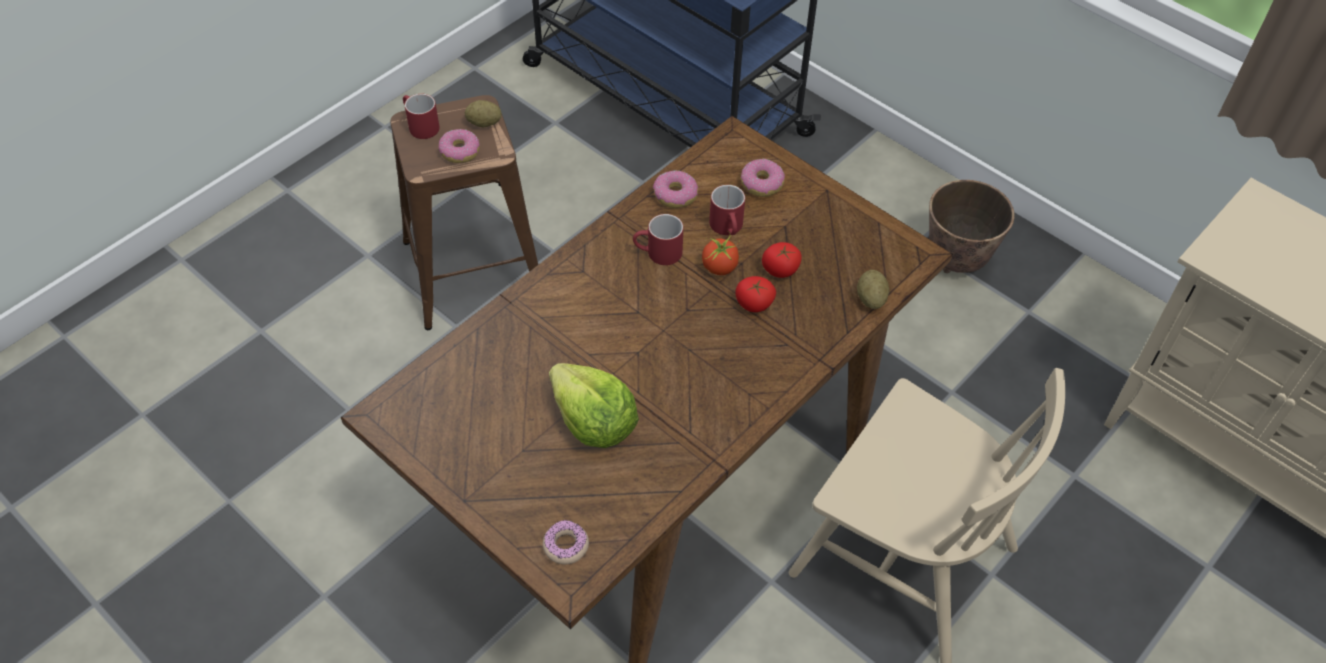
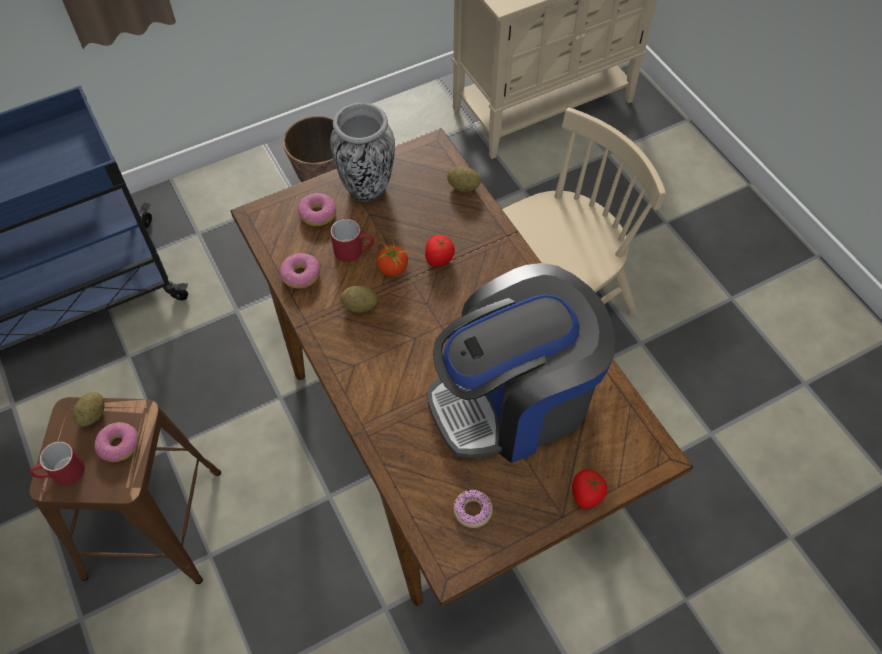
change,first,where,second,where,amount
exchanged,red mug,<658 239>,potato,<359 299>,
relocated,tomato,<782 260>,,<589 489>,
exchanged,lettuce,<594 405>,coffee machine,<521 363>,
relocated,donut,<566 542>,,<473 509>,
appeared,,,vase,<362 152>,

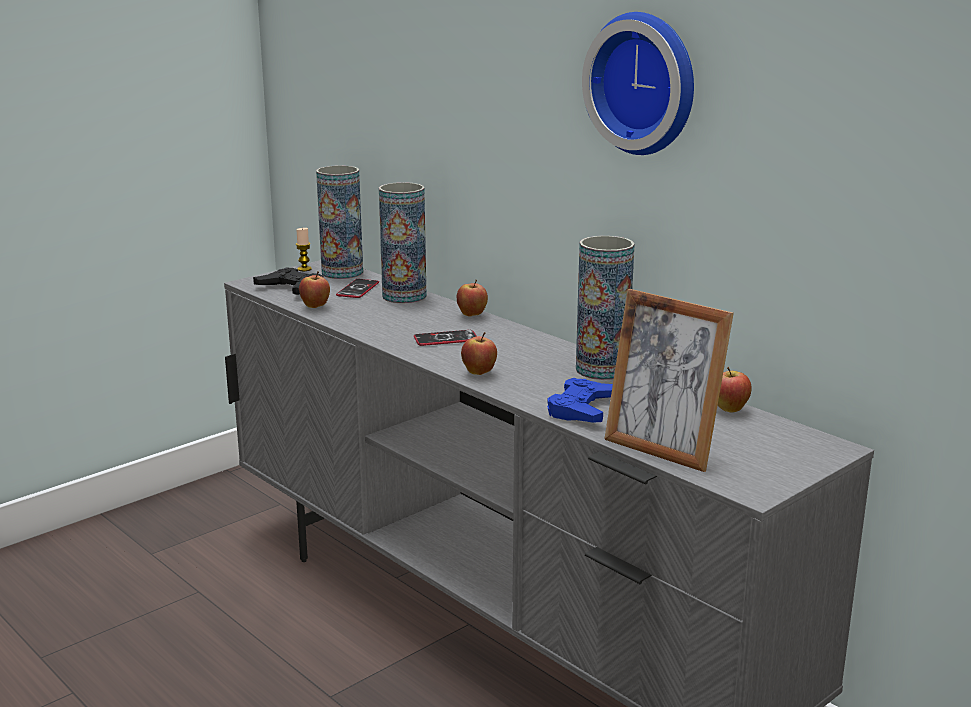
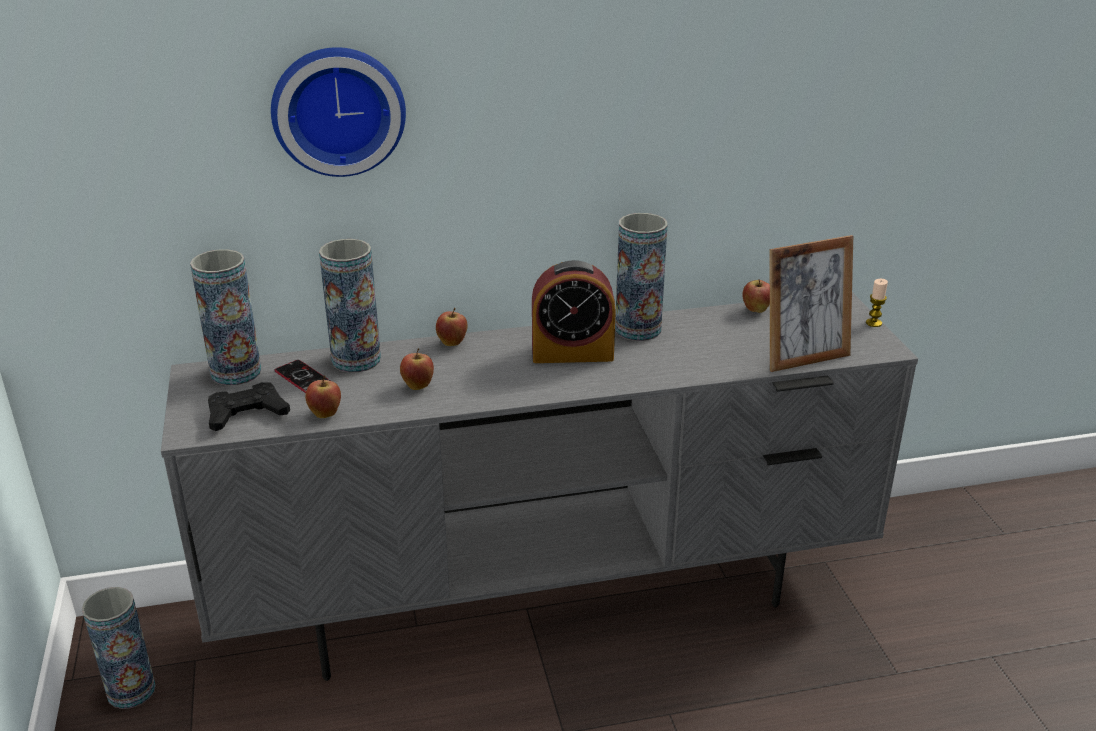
change,first,where,second,where,amount
relocated,wall clock,<638 83>,,<338 112>,
relocated,candle,<304 249>,,<877 303>,
missing,phone,<445 338>,,,
relocated,apple,<479 353>,,<417 369>,
missing,blue game controller,<580 400>,,,
appeared,,,alarm clock,<574 311>,
appeared,,,vase,<119 648>,

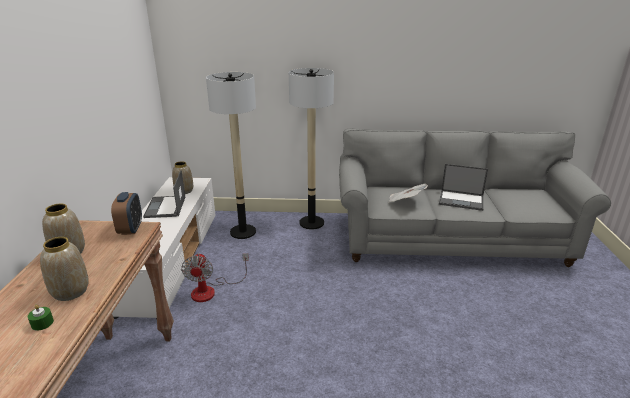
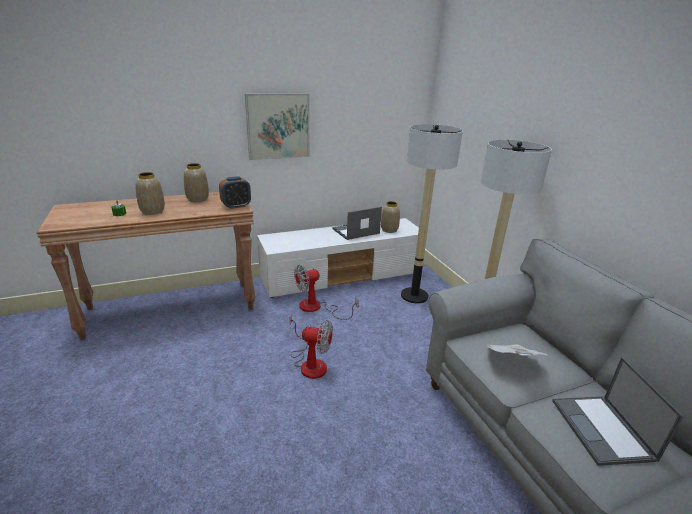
change,first,where,second,where,amount
appeared,,,picture,<277 126>,
appeared,,,fan,<311 346>,

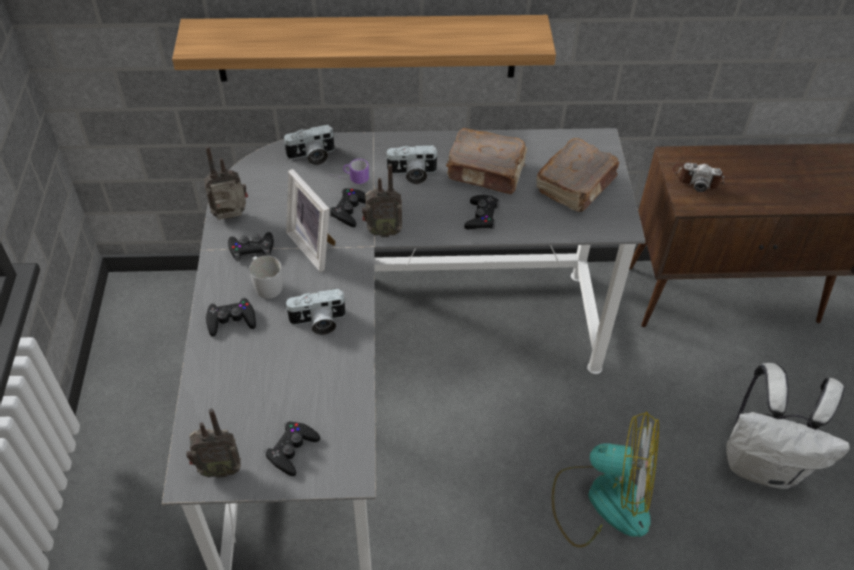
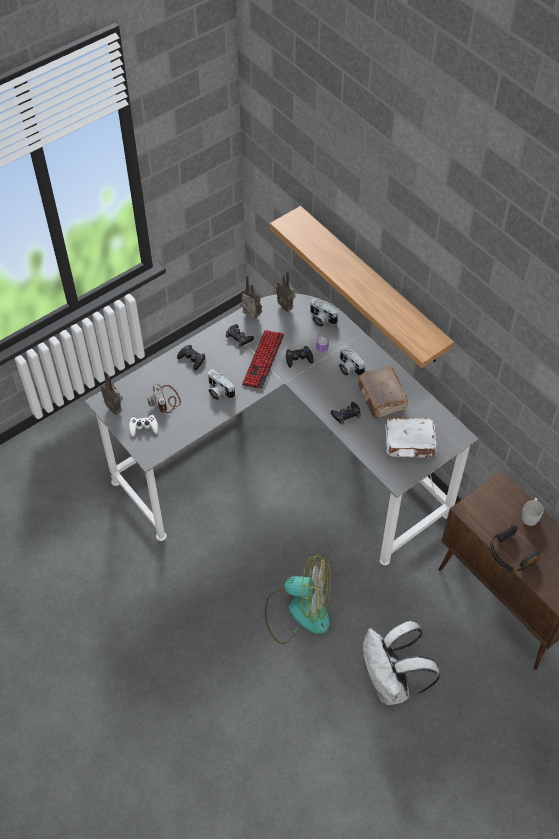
change,first,where,second,where,amount
colour,brown book,<577 175>,white book,<410 437>,
relocated,photo camera,<698 177>,,<164 398>,
relocated,radio,<382 200>,,<286 292>,
exchanged,picture frame,<311 220>,keyboard,<263 359>,
relocated,white mug,<266 277>,,<533 512>,
spun,fan,<605 479>,,<298 599>,60 degrees counterclockwise
colour,black game controller,<292 448>,white game controller,<143 425>,
appeared,,,black headphones,<515 548>,

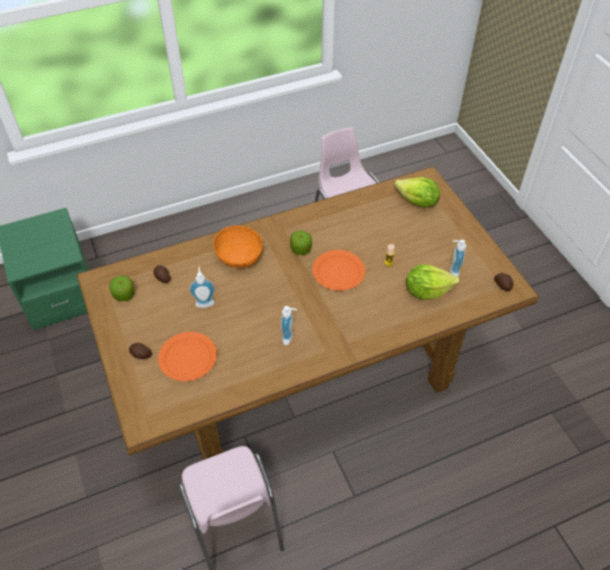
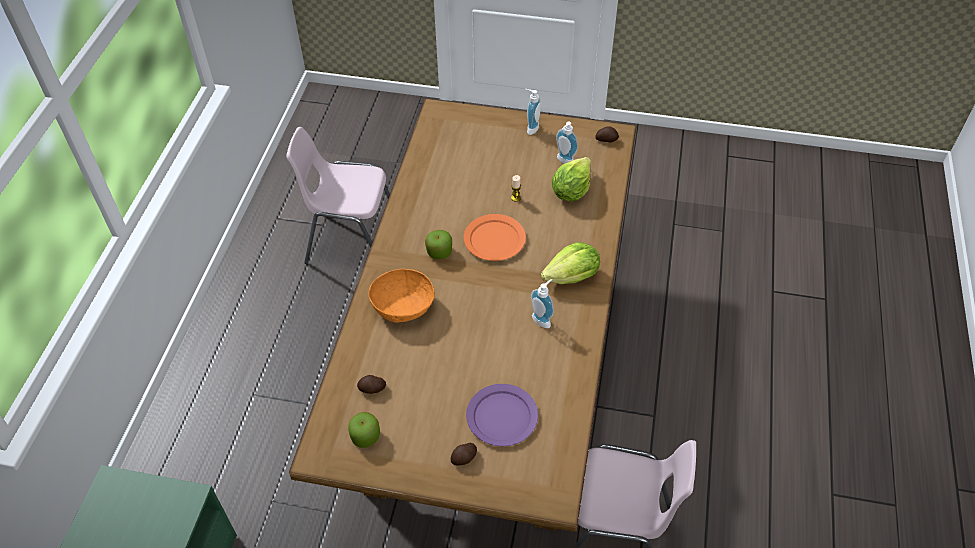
change,first,where,second,where,amount
relocated,lettuce,<417 192>,,<570 263>,
relocated,soap dispenser,<202 287>,,<533 112>,
colour,orange plate,<187 356>,purple plate,<502 415>,

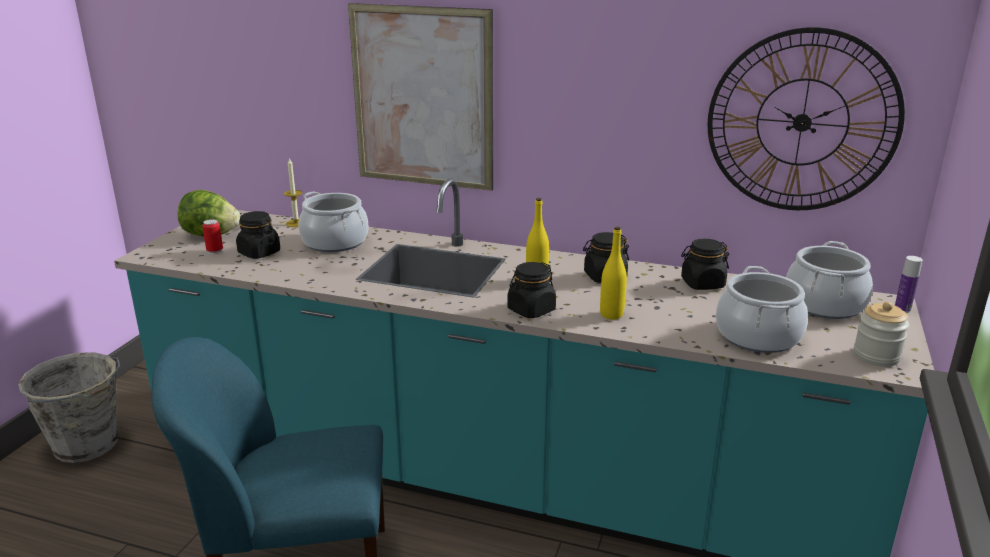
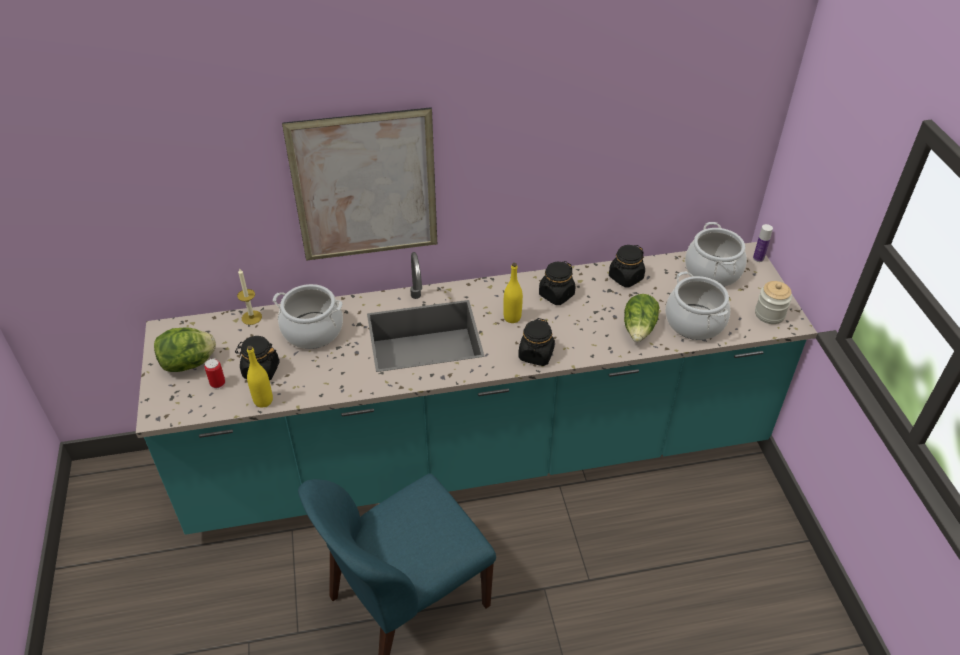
change,first,where,second,where,amount
missing,wall clock,<806 118>,,,
relocated,yellow bottle,<613 273>,,<260 377>,
missing,grey bucket,<69 407>,,,
appeared,,,lettuce,<642 318>,

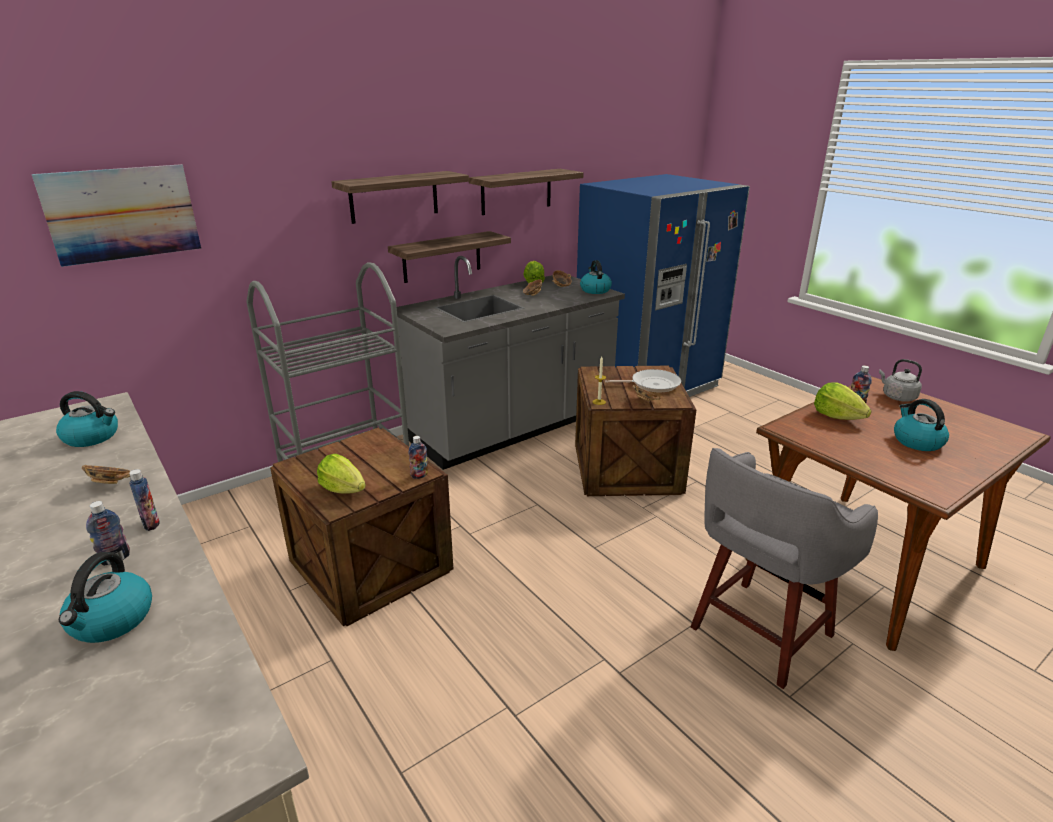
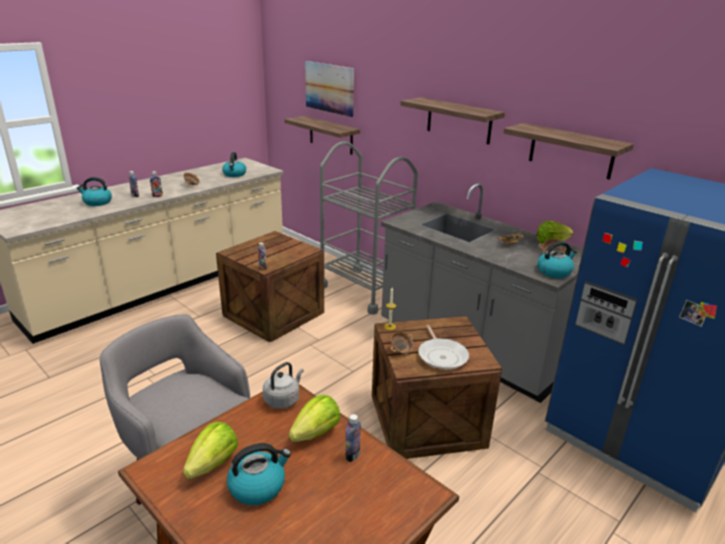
change,first,where,second,where,amount
relocated,shelf,<449 257>,,<322 135>,
relocated,grey kettle,<900 380>,,<283 385>,
relocated,lettuce,<341 474>,,<210 450>,

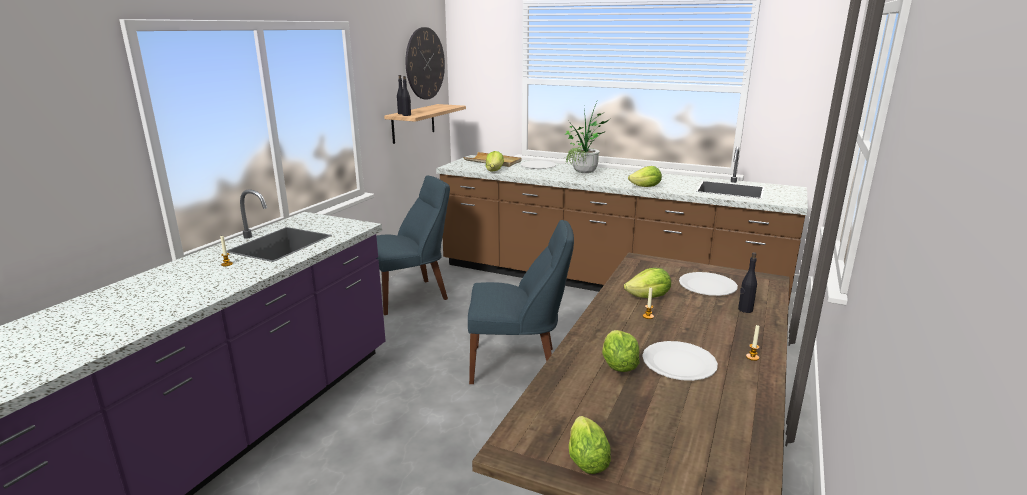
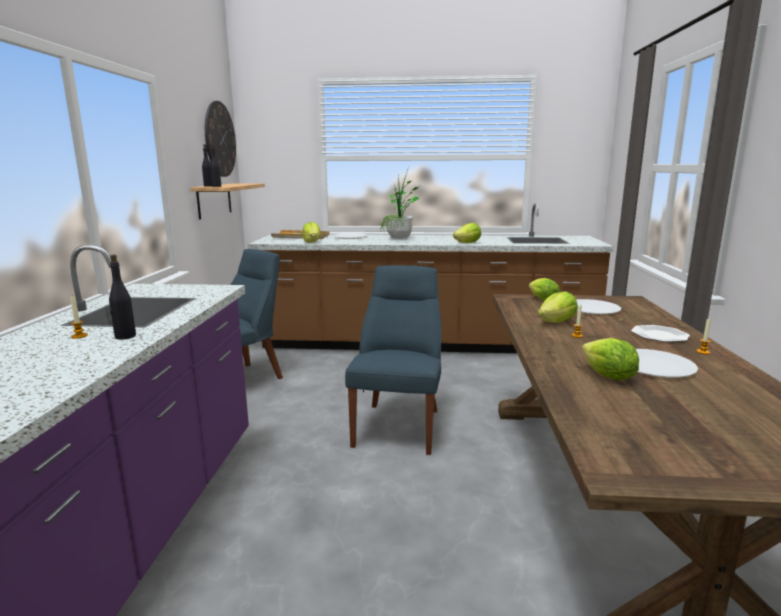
change,first,where,second,where,amount
spun,blue chair,<521 302>,,<393 360>,60 degrees counterclockwise
relocated,black bottle,<747 282>,,<122 297>,
relocated,lettuce,<590 445>,,<544 289>,
appeared,,,plate,<660 333>,

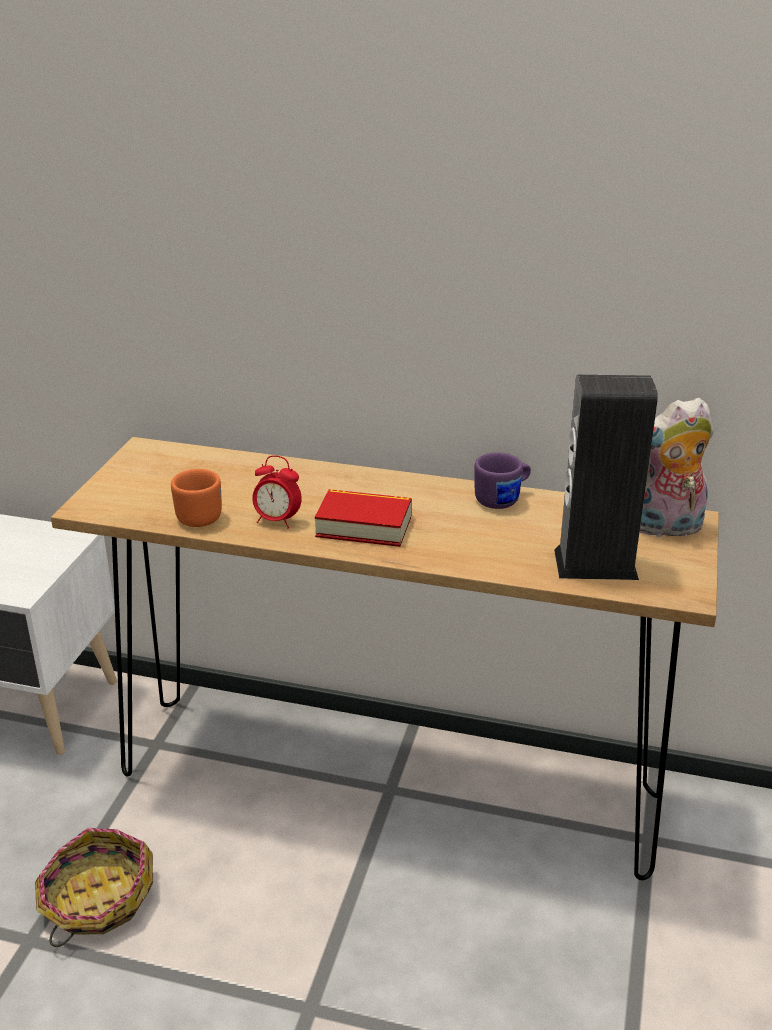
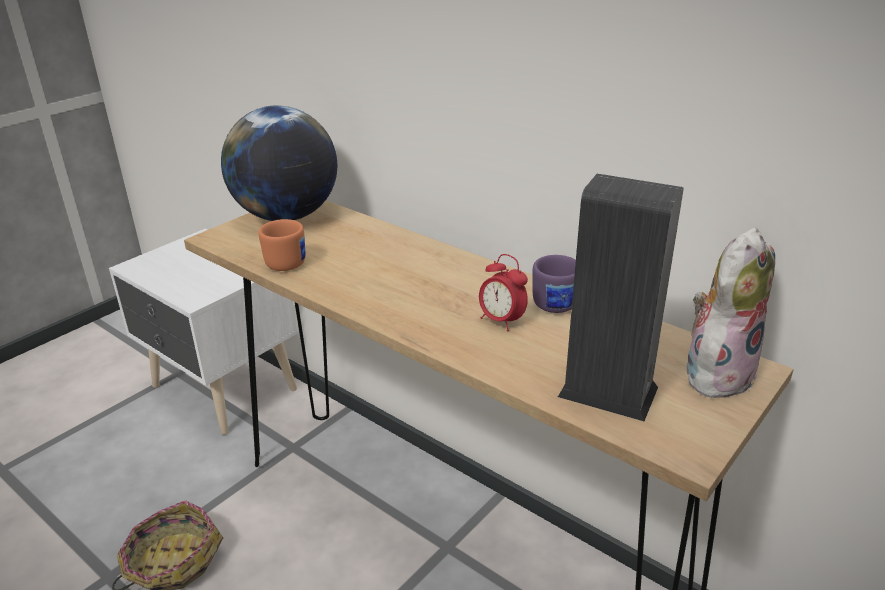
change,first,where,second,where,amount
spun,plush toy,<677 469>,,<730 315>,120 degrees clockwise
relocated,alarm clock,<277 492>,,<503 292>,
missing,book,<363 518>,,,
appeared,,,globe,<279 163>,

